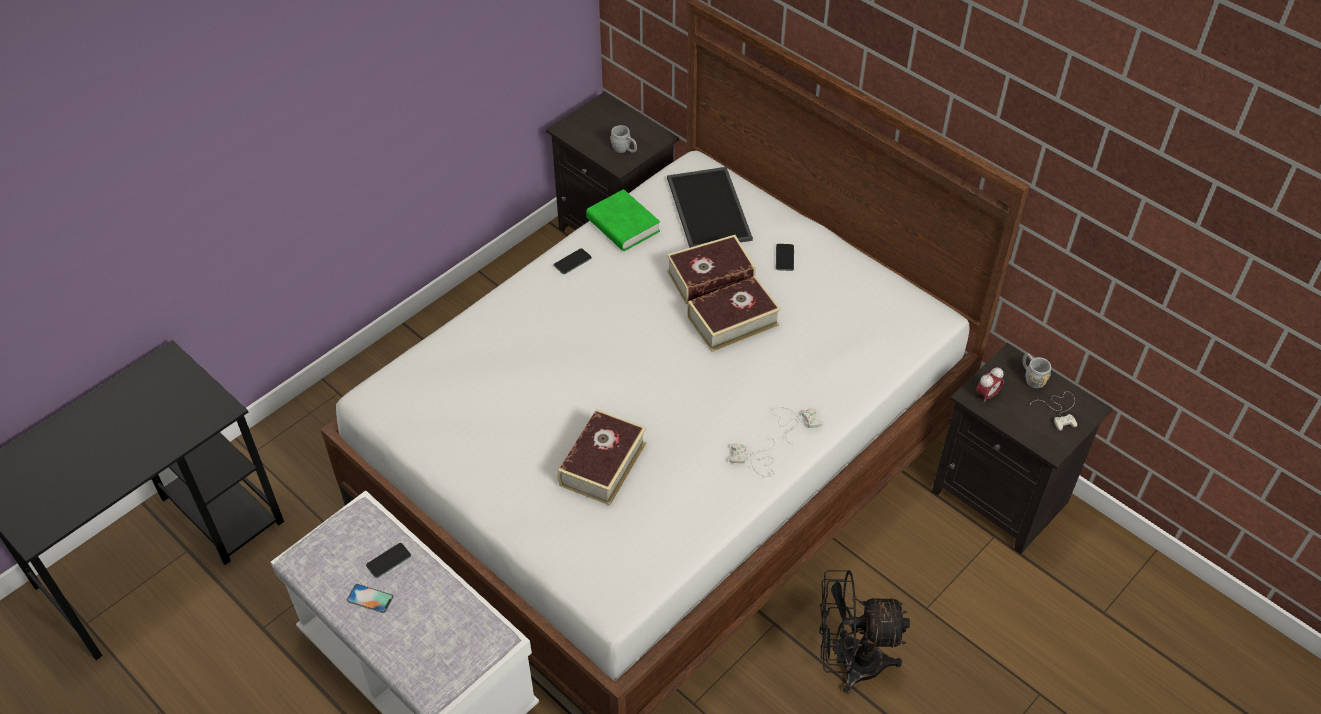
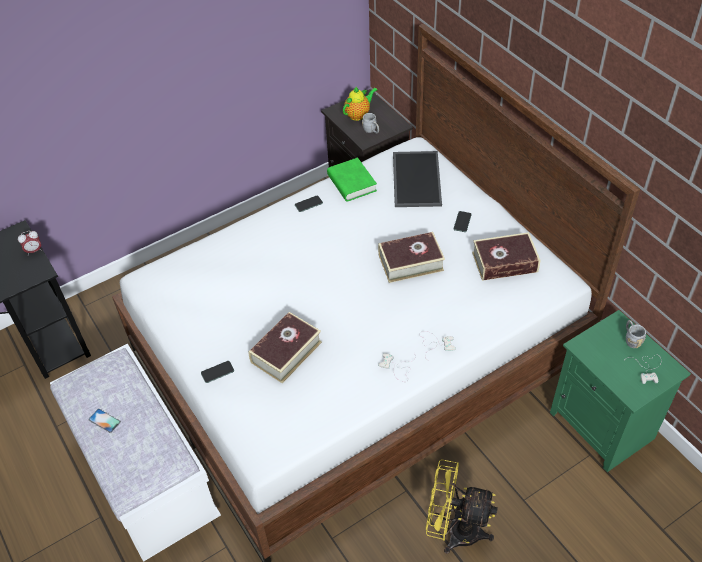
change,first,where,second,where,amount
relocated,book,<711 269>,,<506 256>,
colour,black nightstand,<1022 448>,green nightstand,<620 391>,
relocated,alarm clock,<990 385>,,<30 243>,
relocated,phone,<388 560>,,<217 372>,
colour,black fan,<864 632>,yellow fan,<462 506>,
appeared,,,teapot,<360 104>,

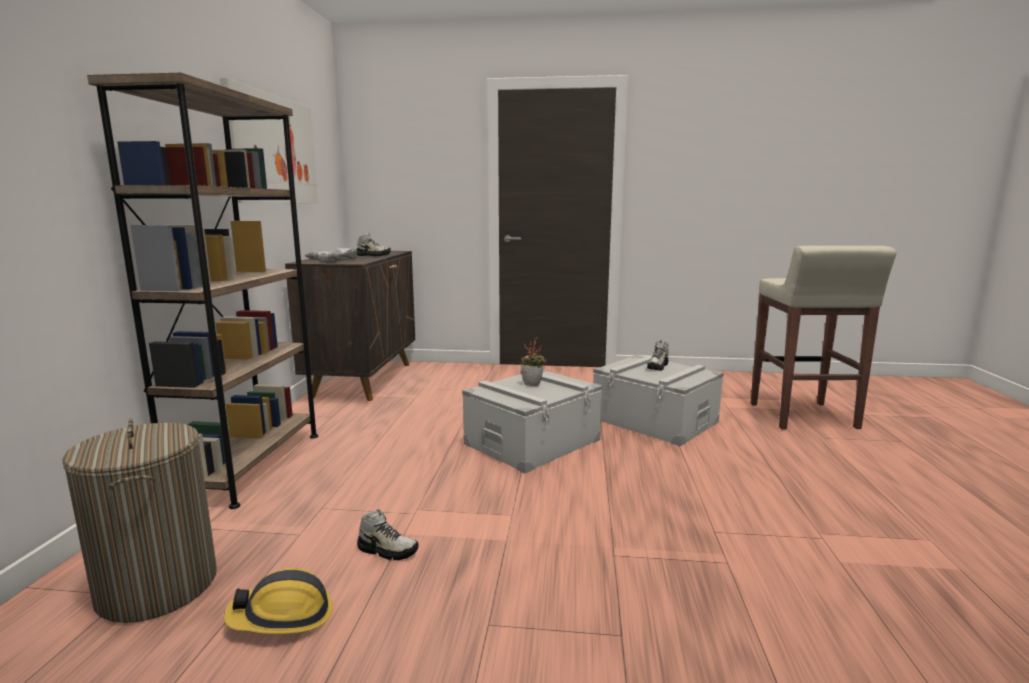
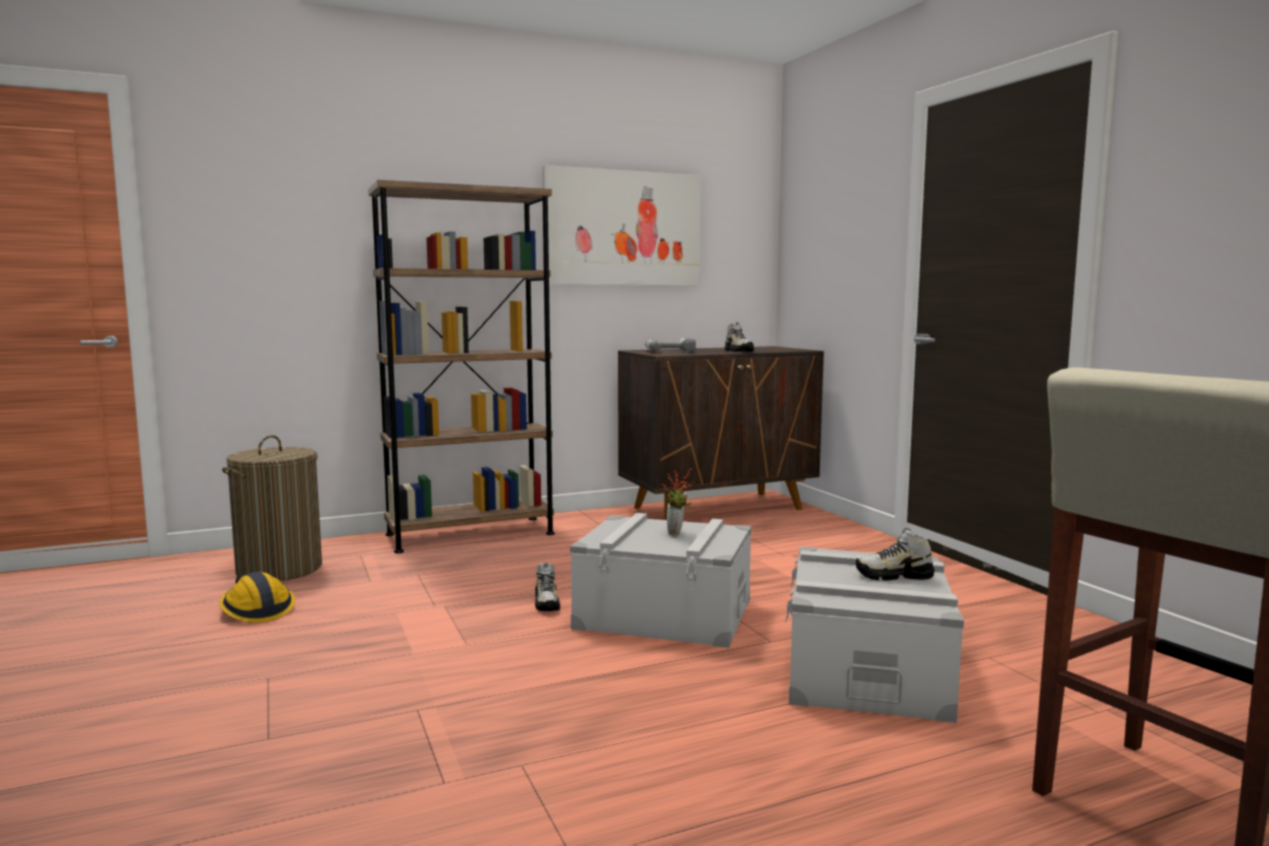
change,first,where,second,where,amount
relocated,shoe,<388 534>,,<547 587>,

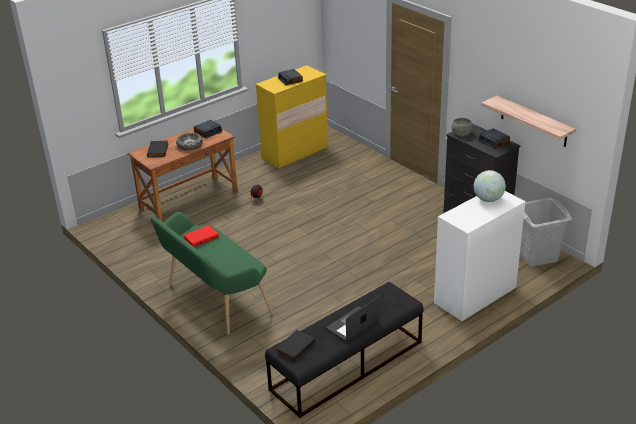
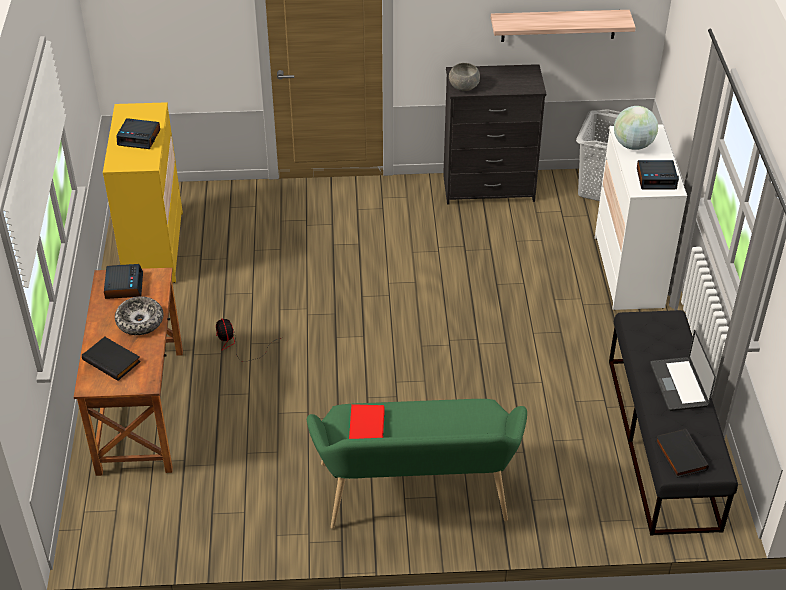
change,first,where,second,where,amount
relocated,alarm clock,<494 138>,,<658 174>,

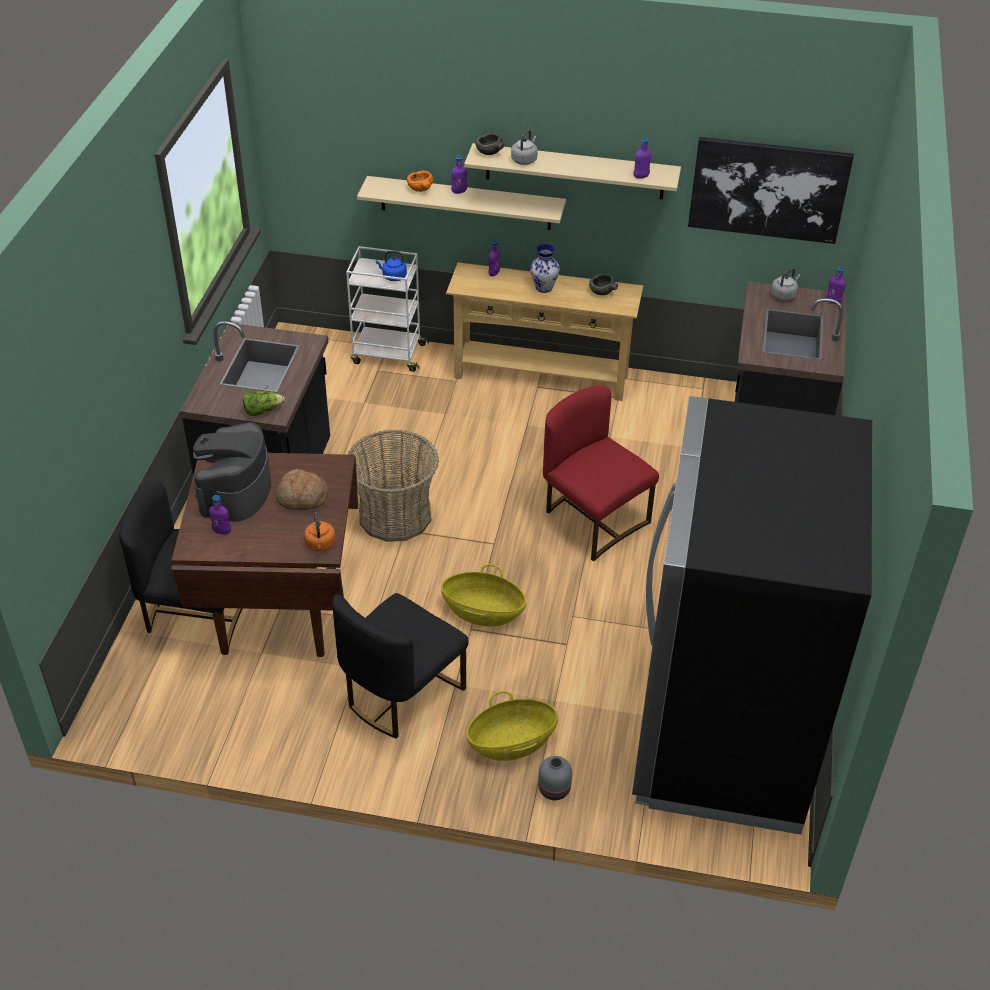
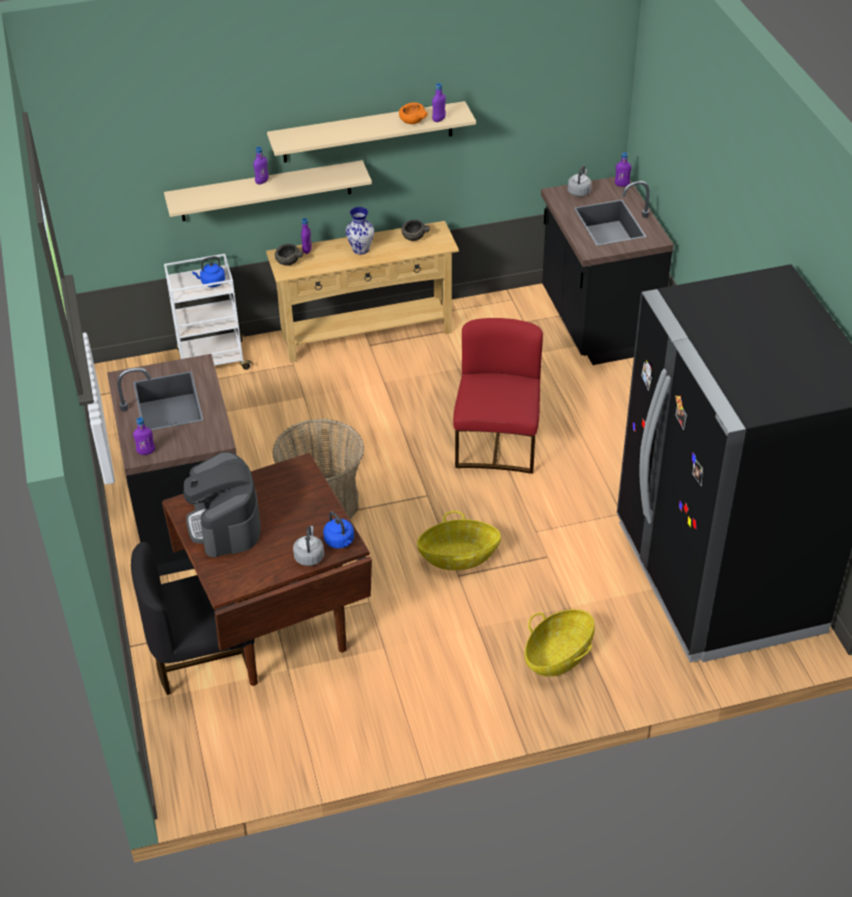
change,first,where,second,where,amount
relocated,grey kettle,<524 147>,,<308 546>,
relocated,grey bowl,<490 144>,,<289 254>,
missing,picture,<771 190>,,,
relocated,orange bowl,<420 181>,,<413 113>,
spun,red chair,<601 473>,,<498 396>,75 degrees clockwise
missing,lettuce,<264 403>,,,
missing,bread,<302 489>,,,
relocated,purple bottle,<220 514>,,<144 436>,
colour,orange kettle,<320 532>,blue kettle,<338 530>,
missing,black chair,<400 665>,,,
missing,grey vase,<555 778>,,,

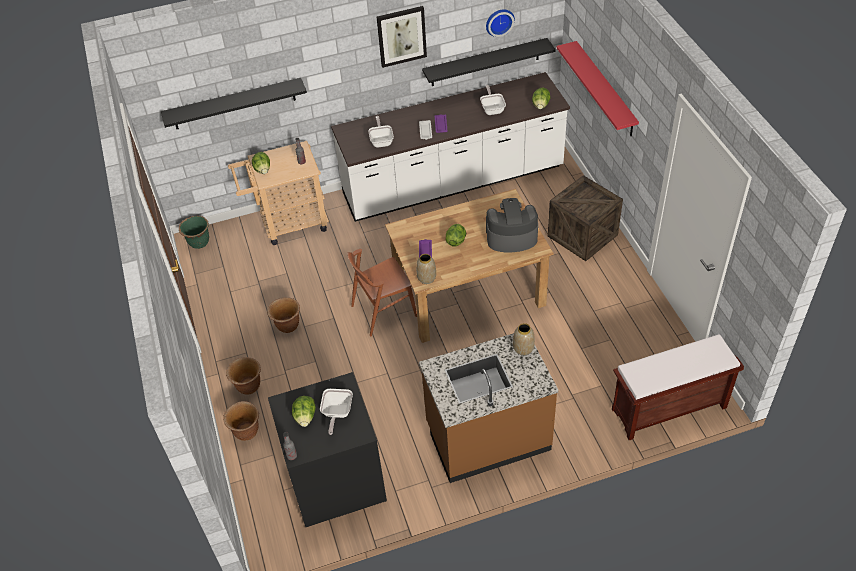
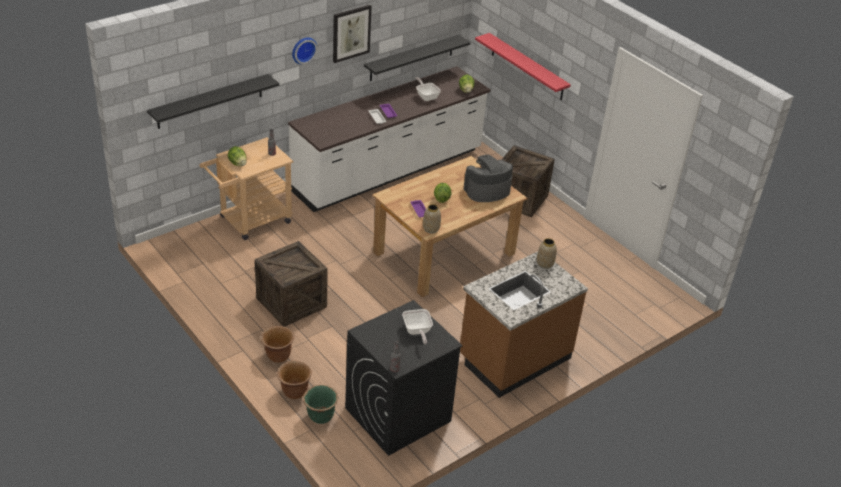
change,first,where,second,where,amount
relocated,wall clock,<500 23>,,<304 50>,
missing,frying pan,<381 132>,,,
relocated,green planter,<194 232>,,<320 404>,
missing,brown chair,<382 292>,,,
exchanged,brown planter,<283 315>,crate,<291 284>,
missing,brown bench,<678 387>,,,
missing,lettuce,<304 411>,,,

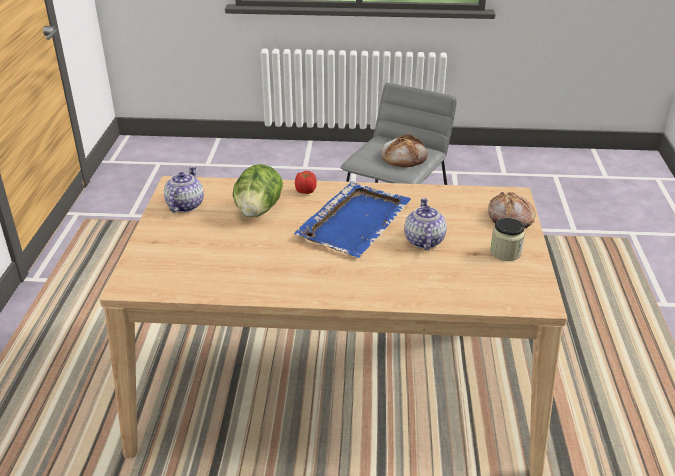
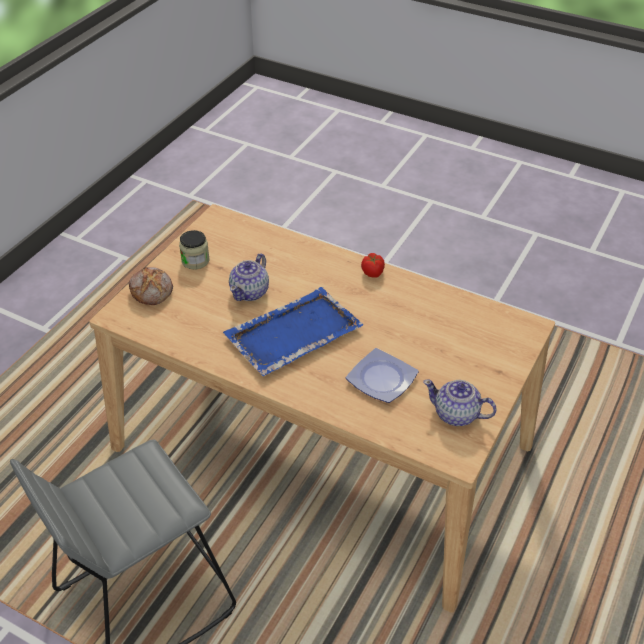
change,first,where,second,where,amount
missing,bread,<404 151>,,,
exchanged,lettuce,<258 191>,plate,<382 375>,
spun,teapot,<184 189>,,<460 402>,75 degrees clockwise
relocated,tomato,<306 182>,,<373 265>,

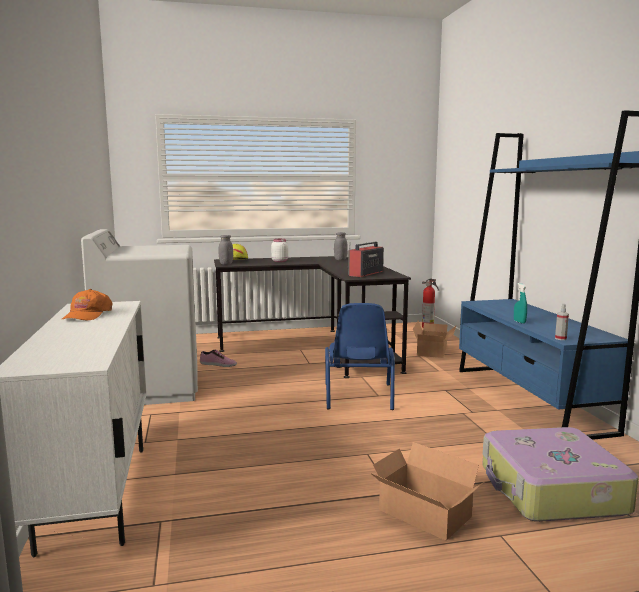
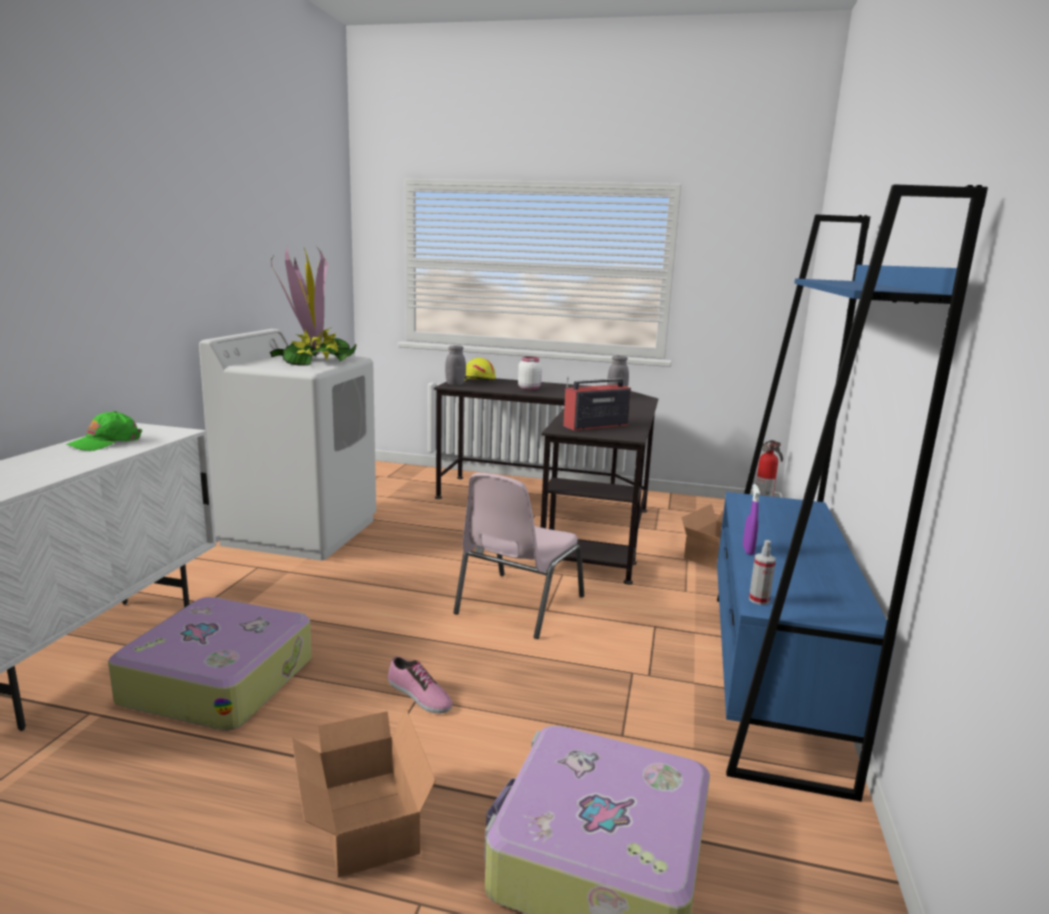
change,first,where,second,where,amount
colour,turquoise spray bottle,<520 303>,purple spray bottle,<751 519>,
colour,orange cap,<87 304>,green cap,<104 431>,
colour,blue chair,<360 356>,pink chair,<518 556>,
relocated,shoe,<218 358>,,<420 685>,
appeared,,,potted plant,<313 305>,
appeared,,,suitcase,<210 664>,

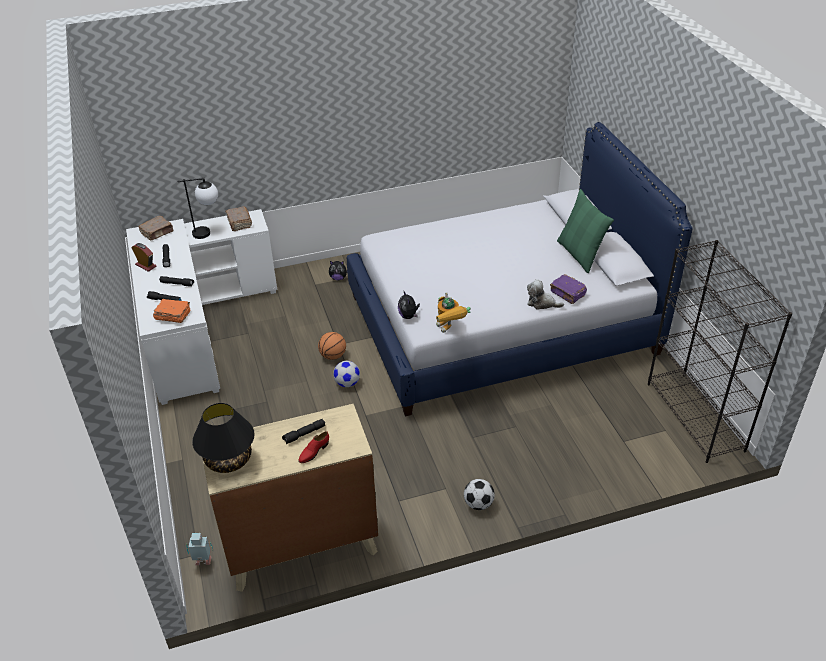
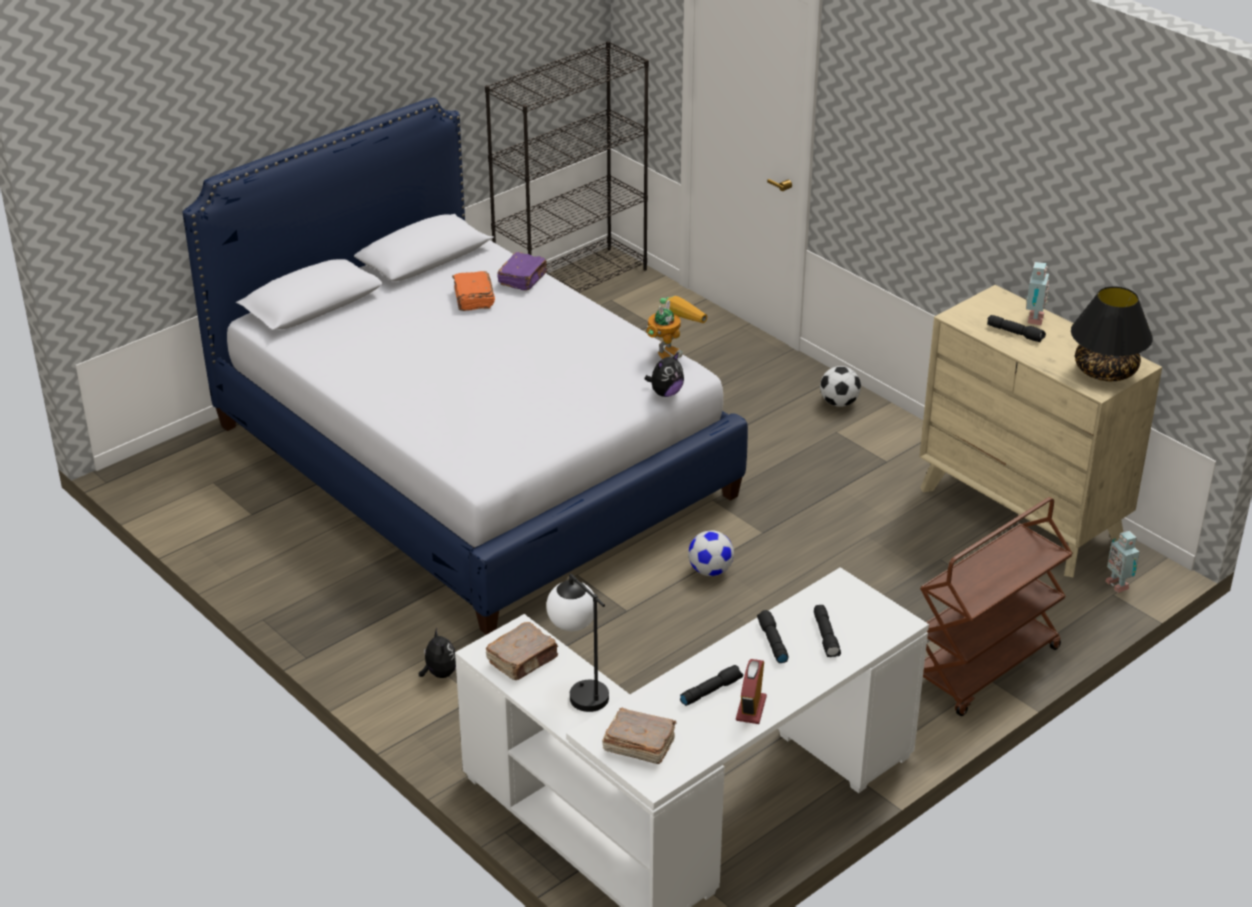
change,first,where,second,where,amount
missing,green pillow,<585 231>,,,
missing,plush toy,<545 294>,,,
relocated,orange book,<171 311>,,<473 291>,
missing,basketball,<332 346>,,,
exchanged,red shoe,<313 447>,toy robot,<1036 293>,
appeared,,,brown cart,<996 606>,

